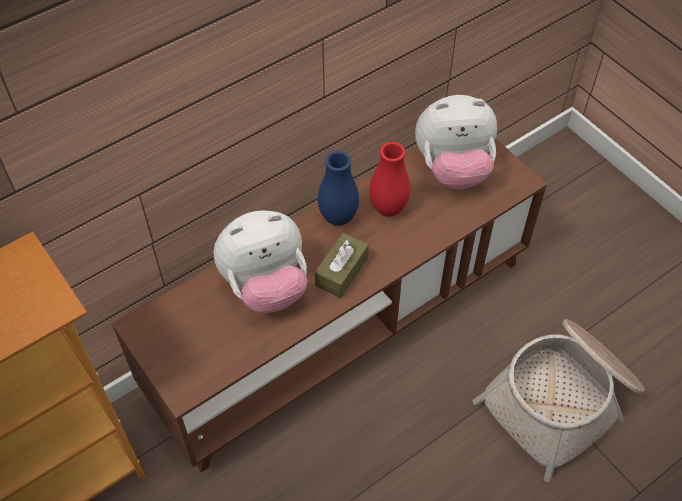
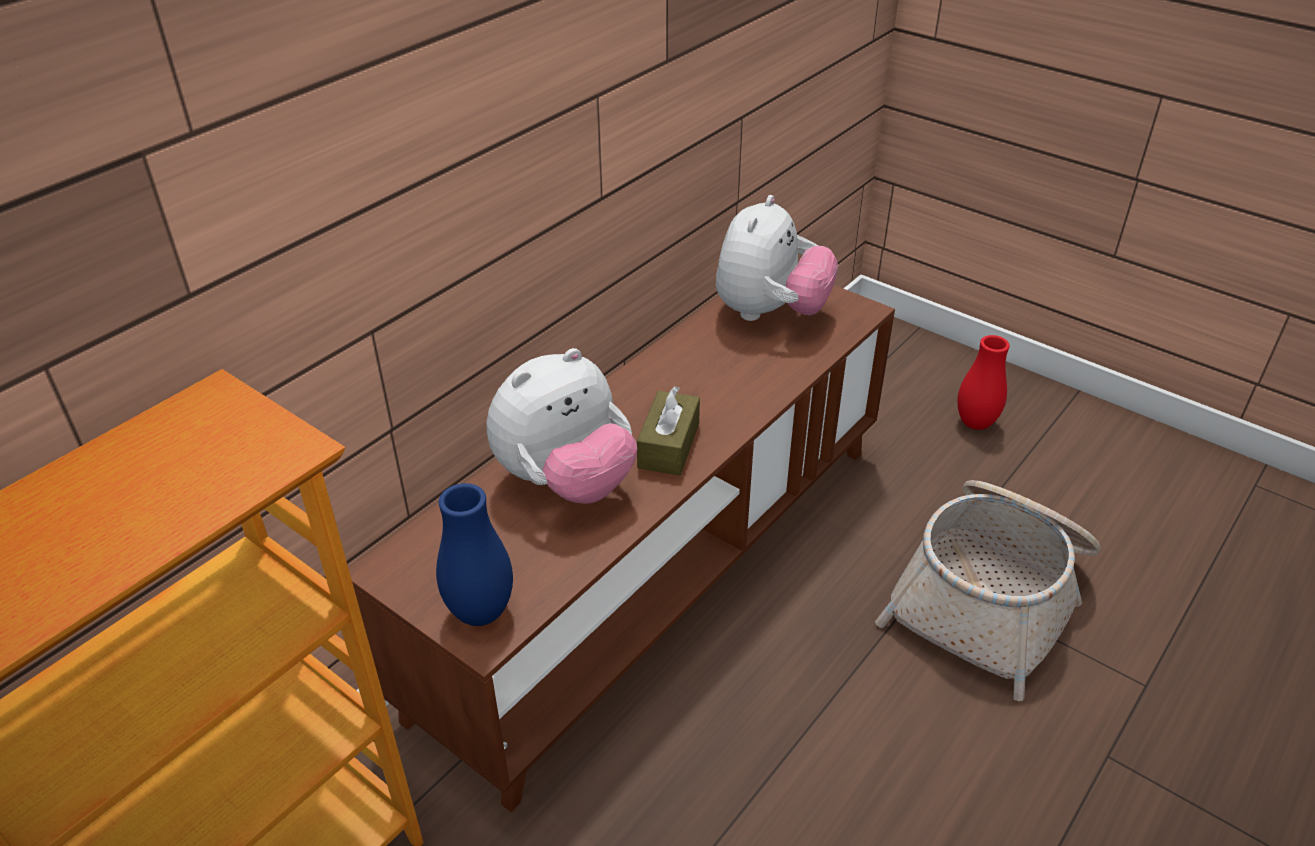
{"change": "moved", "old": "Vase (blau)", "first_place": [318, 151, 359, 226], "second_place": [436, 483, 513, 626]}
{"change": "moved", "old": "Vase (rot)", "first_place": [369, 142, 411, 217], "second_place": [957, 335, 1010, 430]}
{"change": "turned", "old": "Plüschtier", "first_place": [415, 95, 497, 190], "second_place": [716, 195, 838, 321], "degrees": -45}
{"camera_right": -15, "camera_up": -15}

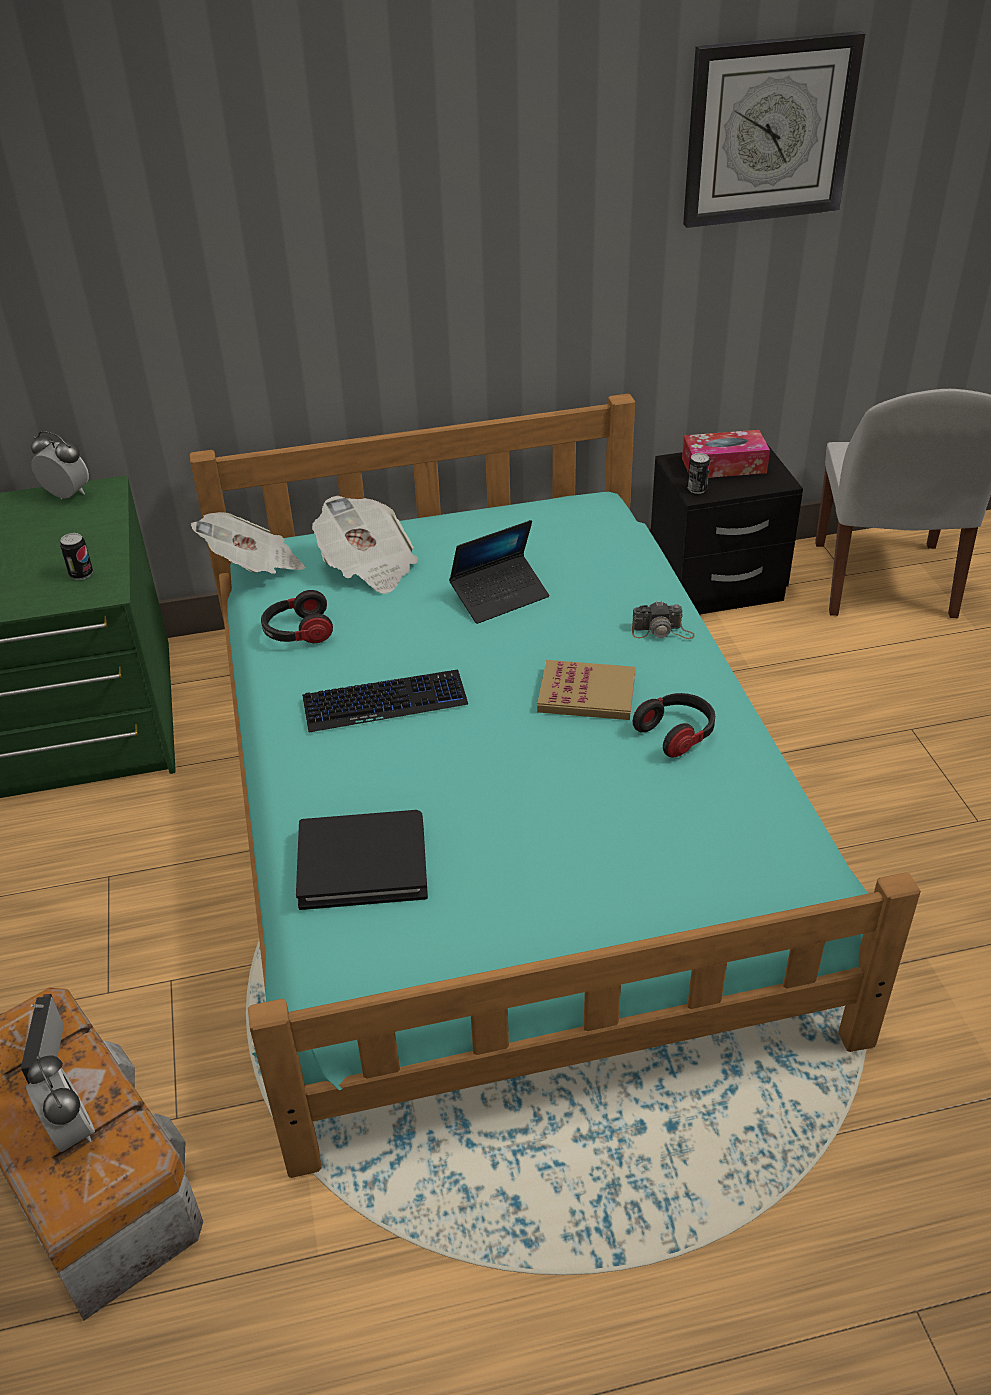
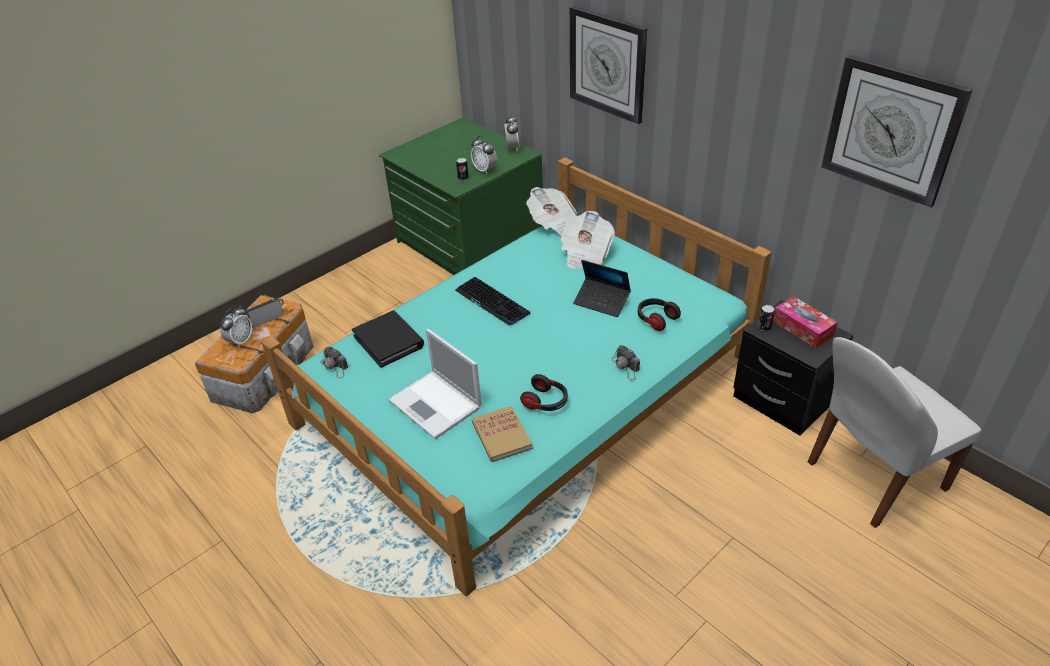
{"change": "added", "new": "Kamera", "second_place": [321, 347, 348, 378]}
{"change": "added", "new": "Laptop", "second_place": [388, 329, 482, 439]}
{"change": "added", "new": "Wecker", "second_place": [471, 136, 497, 174]}
{"change": "added", "new": "Wanduhr", "second_place": [570, 6, 647, 124]}
{"change": "moved", "old": "Kopfhörer", "first_place": [261, 590, 333, 643], "second_place": [638, 298, 681, 331]}
{"change": "moved", "old": "Buch", "first_place": [537, 660, 636, 720], "second_place": [472, 406, 533, 462]}
{"camera_right": 60, "camera_up": 0}

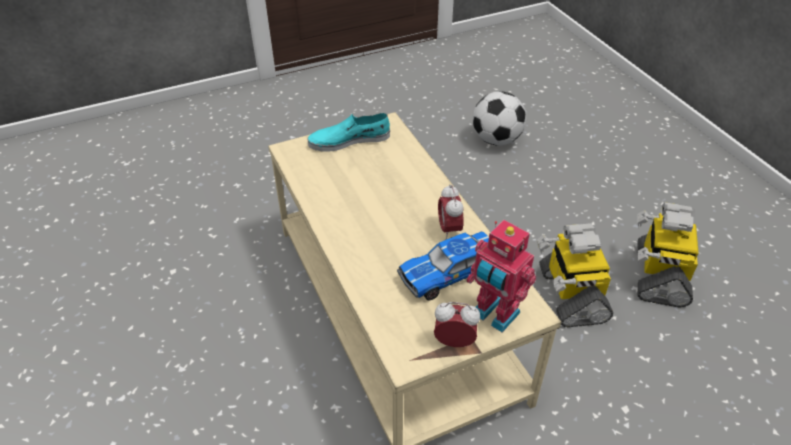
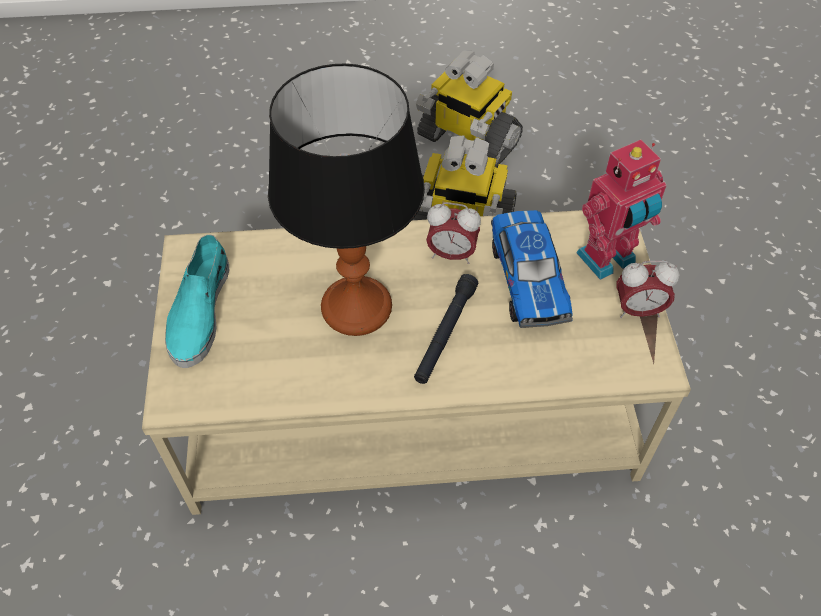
{"change": "removed", "old": "Fußball", "first_place": [473, 91, 526, 146]}
{"change": "added", "new": "Tischlampe", "second_place": [268, 64, 425, 336]}
{"change": "added", "new": "Taschenlampe (schwarz)", "second_place": [414, 274, 478, 384]}
{"change": "turned", "old": "Wecker", "first_place": [434, 302, 480, 347], "second_place": [617, 260, 679, 318], "degrees": -120}
{"camera_right": -70, "camera_up": 10}

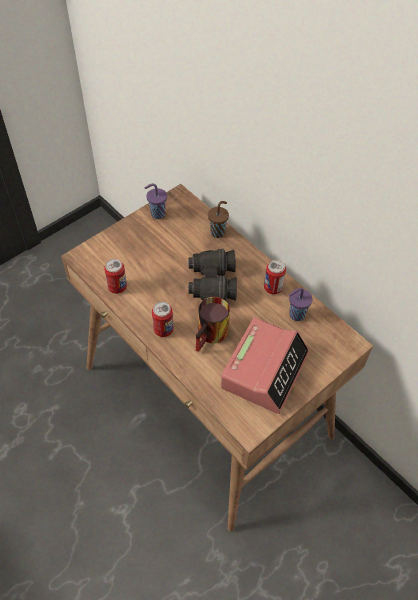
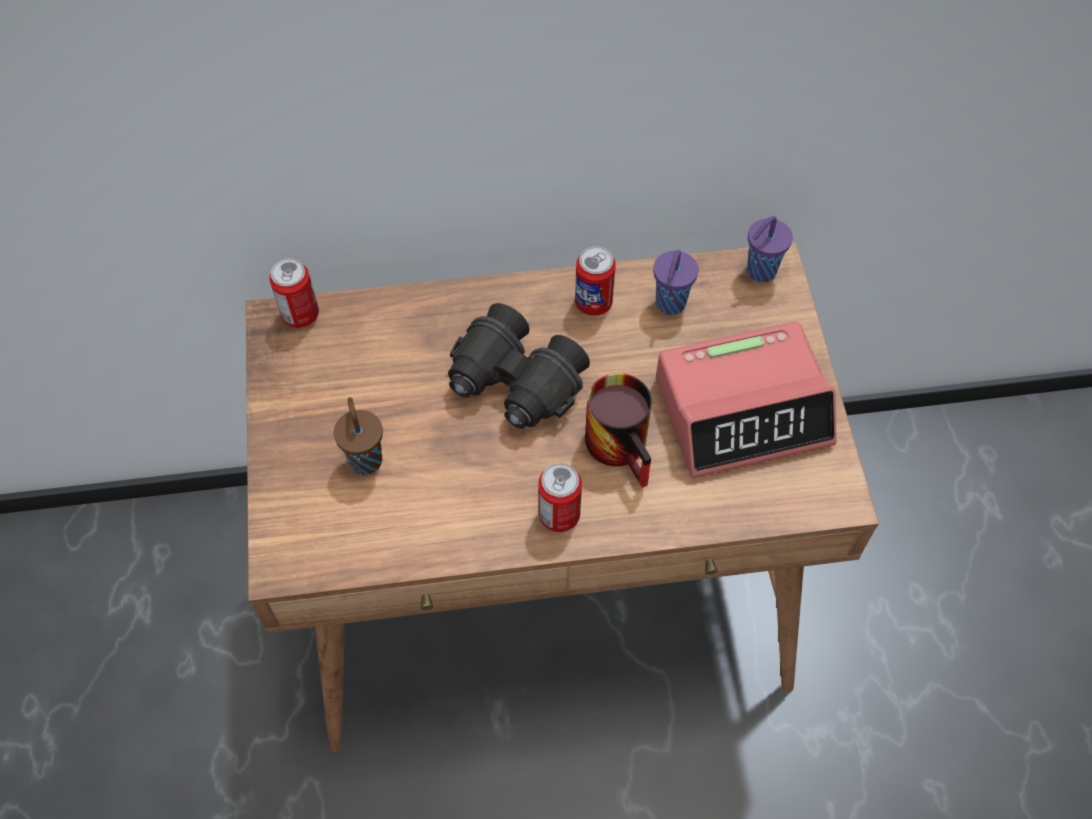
{"change": "moved", "old": "Dose", "first_place": [104, 259, 127, 294], "second_place": [269, 258, 319, 328]}
{"change": "moved", "old": "Tasse (lila)", "first_place": [145, 184, 167, 219], "second_place": [747, 216, 793, 282]}
{"change": "moved", "old": "Tasse (braun)", "first_place": [208, 201, 229, 238], "second_place": [334, 397, 383, 475]}
{"change": "turned", "old": "Wecker", "first_place": [221, 317, 309, 414], "second_place": [656, 322, 837, 478], "degrees": 105}
{"camera_right": -55, "camera_up": 5}

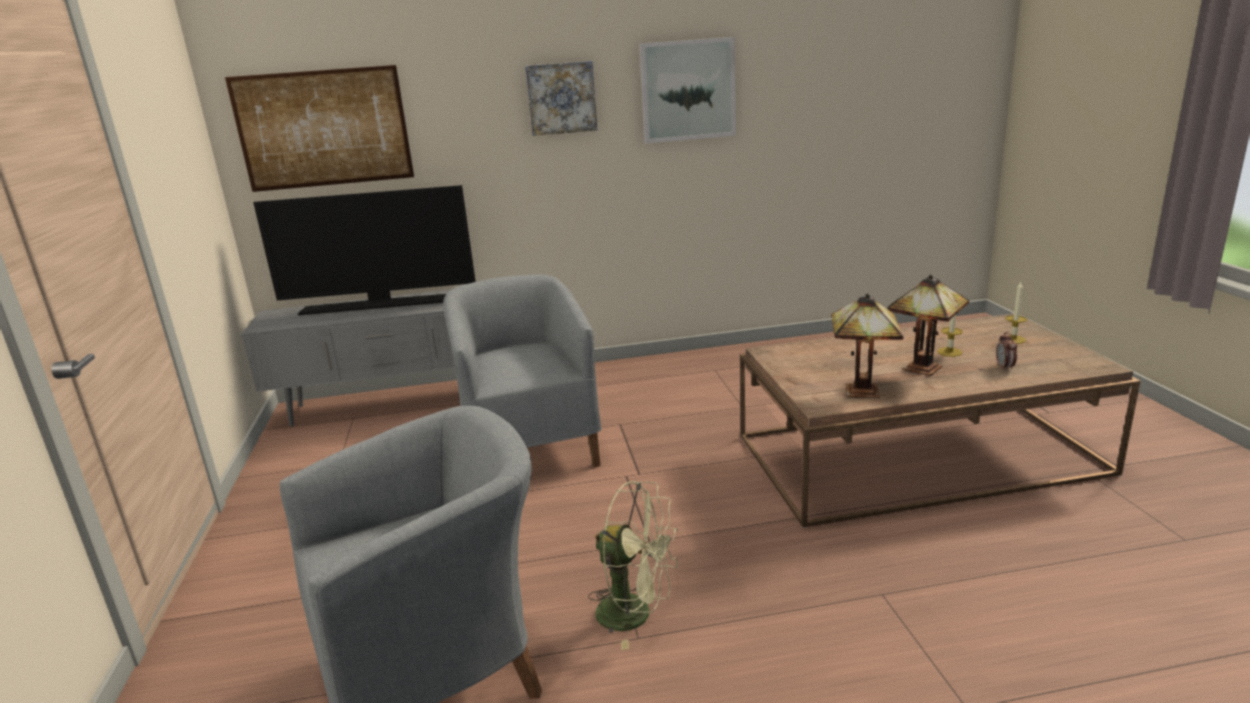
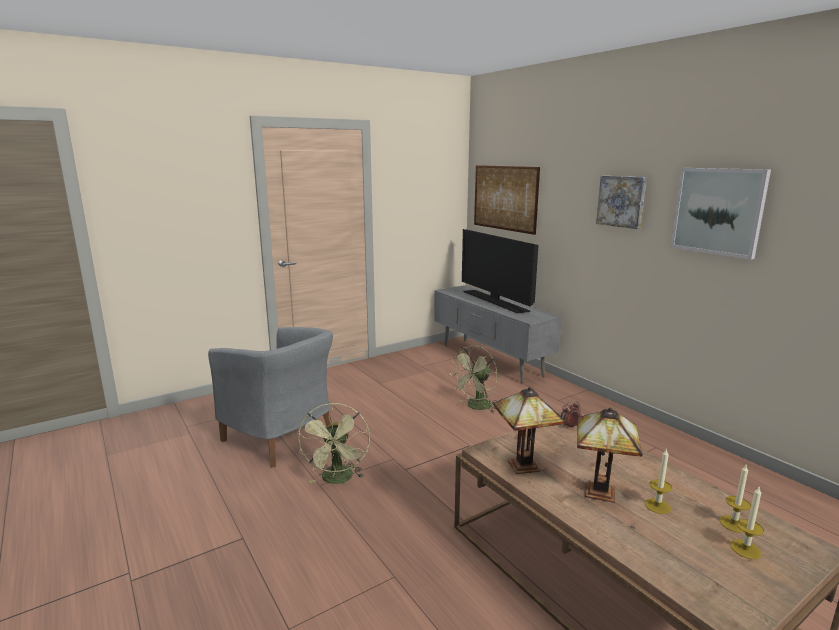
{"change": "added", "new": "Kerze", "second_place": [720, 465, 751, 533]}
{"change": "moved", "old": "Wecker", "first_place": [996, 332, 1017, 371], "second_place": [561, 400, 582, 428]}
{"change": "replaced", "old": "Sessel (grau)", "new": "Ventilator (grün)", "first_place": [443, 274, 602, 467], "second_place": [451, 345, 497, 413]}
{"camera_right": 65, "camera_up": -5}

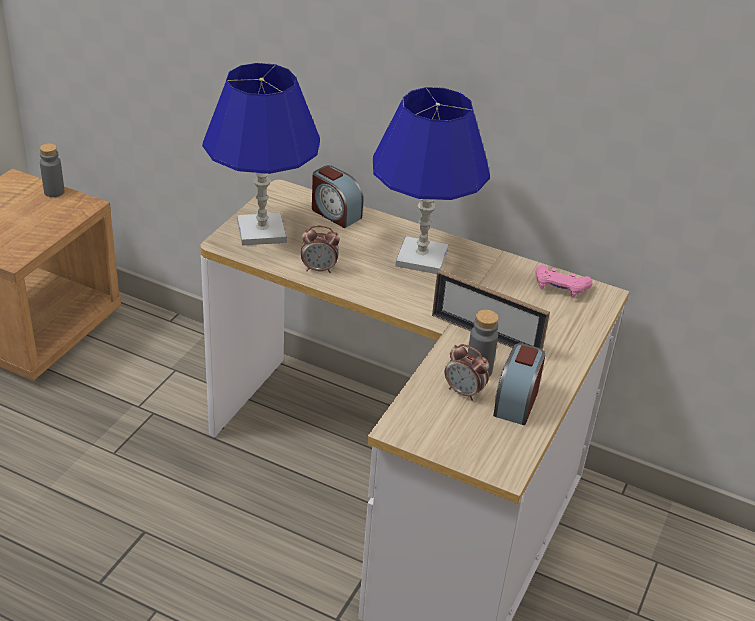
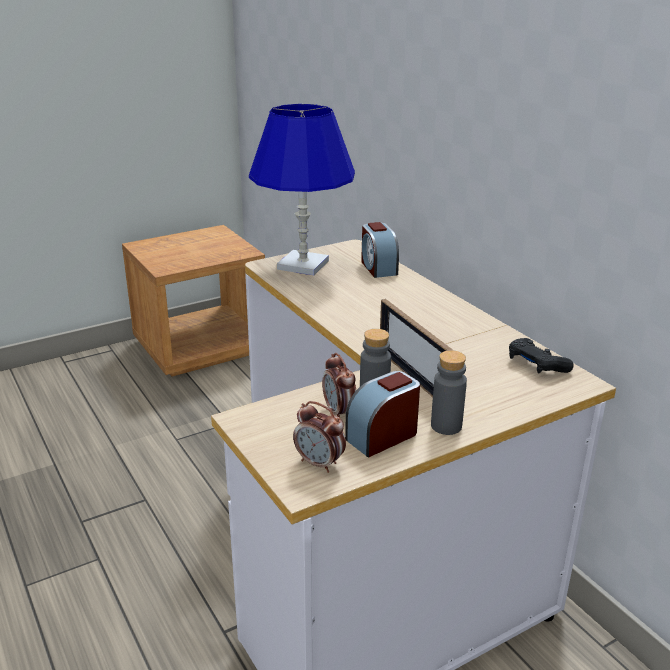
{"change": "removed", "old": "Tischlampe (blau)", "first_place": [373, 87, 490, 274]}
{"change": "moved", "old": "Flasche (grau)", "first_place": [40, 143, 65, 197], "second_place": [431, 350, 467, 435]}
{"change": "moved", "old": "Wecker", "first_place": [301, 225, 340, 273], "second_place": [293, 401, 346, 473]}
{"change": "recoloured", "old": "Gamepad (rosa)", "new": "Gamepad (schwarz)", "first_place": [535, 264, 593, 298], "second_place": [509, 338, 573, 373]}
{"camera_right": 35, "camera_up": -10}

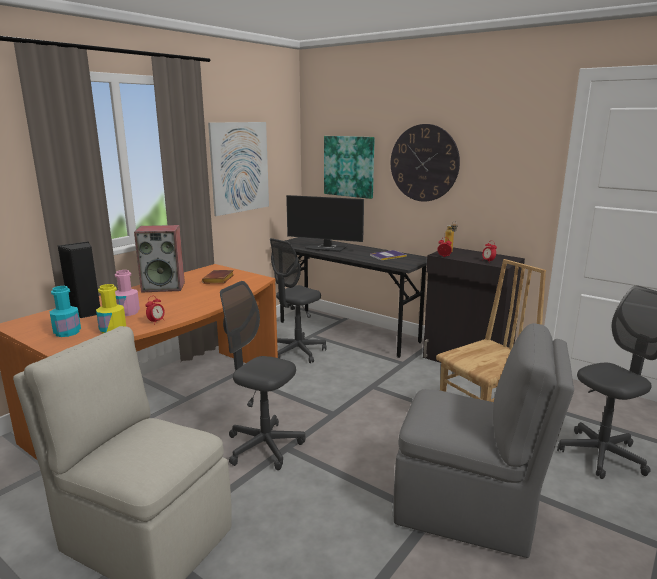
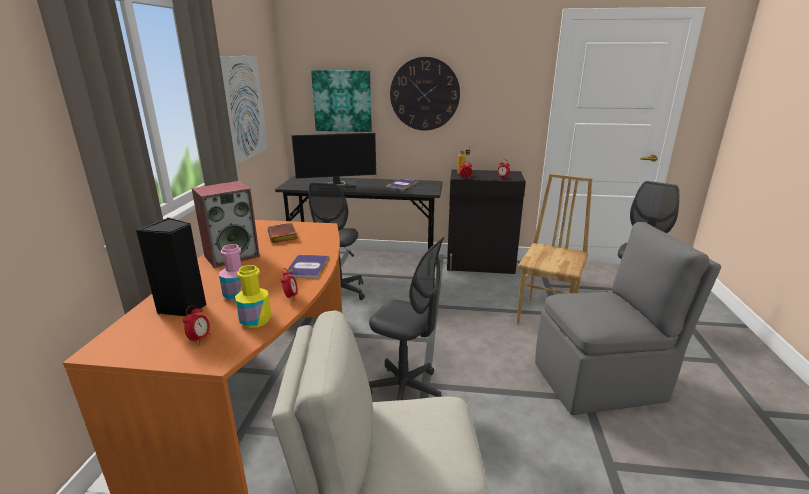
{"change": "added", "new": "Buch", "second_place": [287, 255, 329, 278]}
{"change": "replaced", "old": "Flasche (türkis)", "new": "Wecker", "first_place": [50, 286, 81, 337], "second_place": [183, 305, 211, 345]}
{"change": "turned", "old": "Bürostuhl (grau)", "first_place": [220, 281, 305, 470], "second_place": [369, 237, 444, 400], "degrees": -150}
{"camera_right": -30, "camera_up": 5}

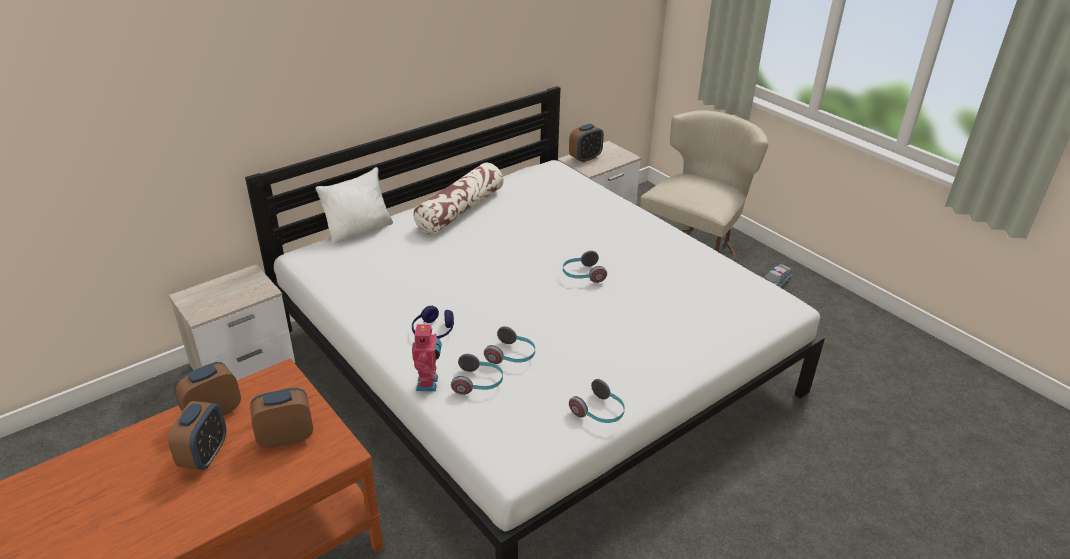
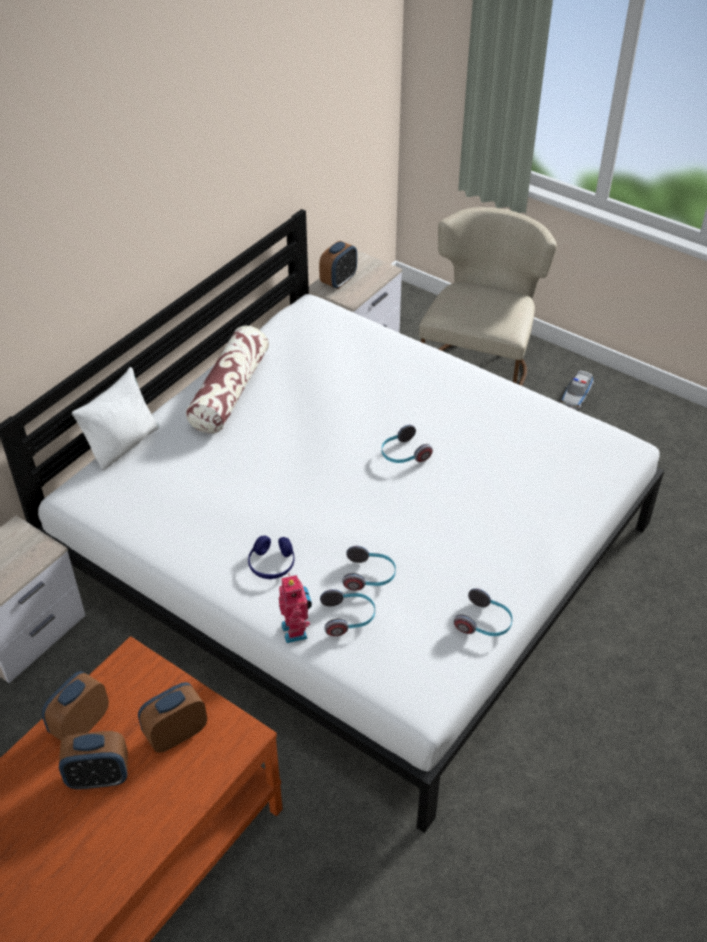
{"change": "turned", "old": "Wecker", "first_place": [168, 401, 226, 470], "second_place": [59, 731, 128, 789], "degrees": 90}
{"camera_right": -15, "camera_up": 10}

